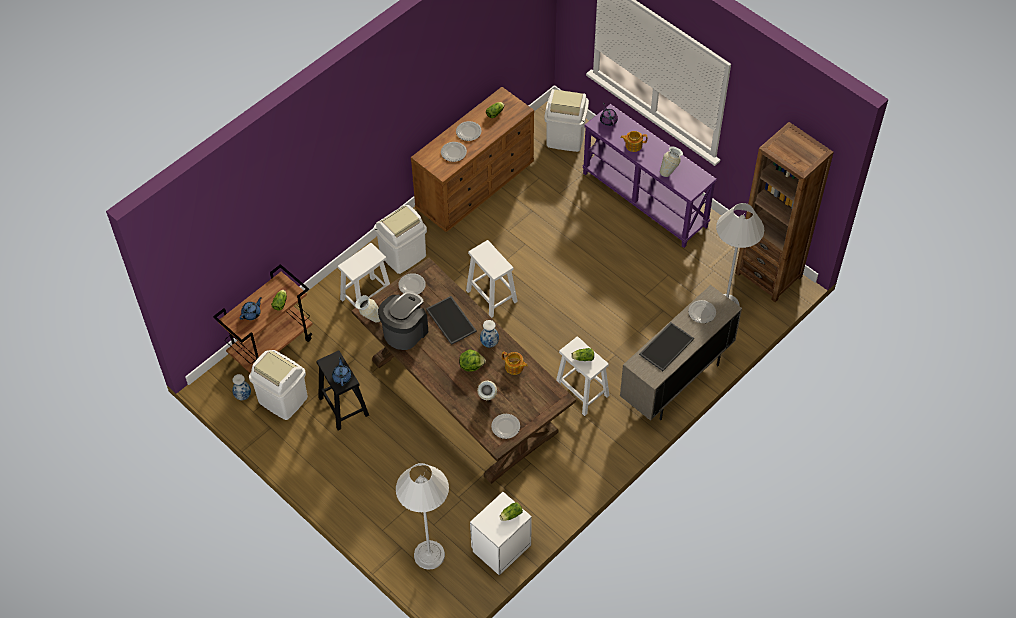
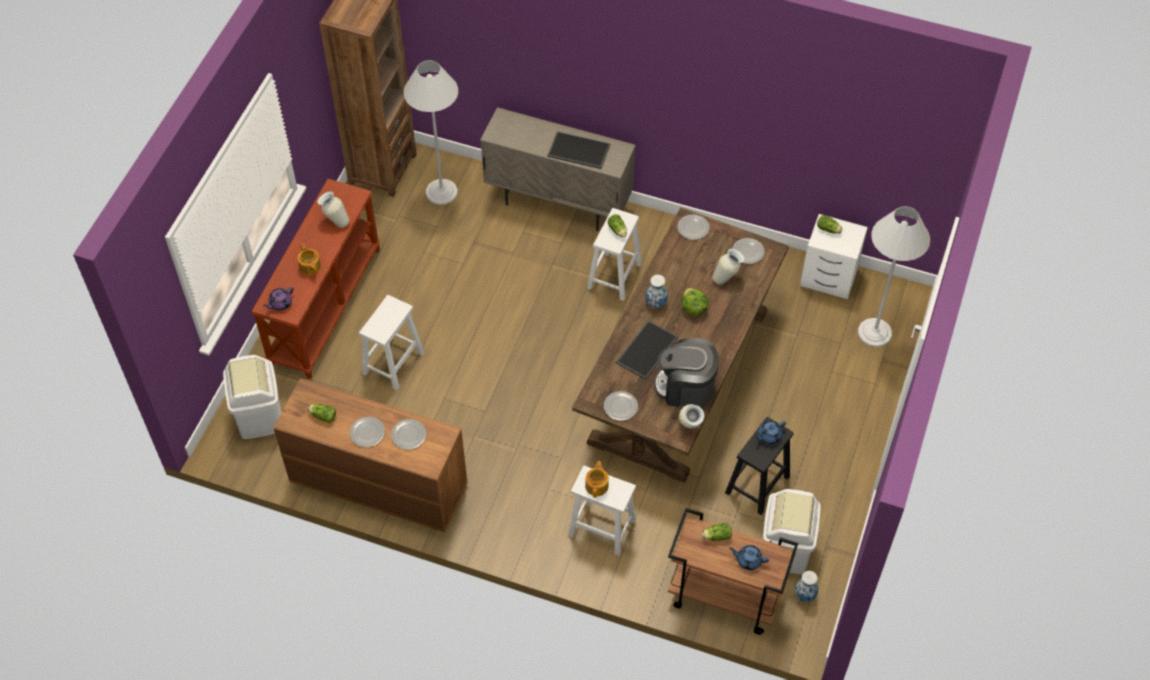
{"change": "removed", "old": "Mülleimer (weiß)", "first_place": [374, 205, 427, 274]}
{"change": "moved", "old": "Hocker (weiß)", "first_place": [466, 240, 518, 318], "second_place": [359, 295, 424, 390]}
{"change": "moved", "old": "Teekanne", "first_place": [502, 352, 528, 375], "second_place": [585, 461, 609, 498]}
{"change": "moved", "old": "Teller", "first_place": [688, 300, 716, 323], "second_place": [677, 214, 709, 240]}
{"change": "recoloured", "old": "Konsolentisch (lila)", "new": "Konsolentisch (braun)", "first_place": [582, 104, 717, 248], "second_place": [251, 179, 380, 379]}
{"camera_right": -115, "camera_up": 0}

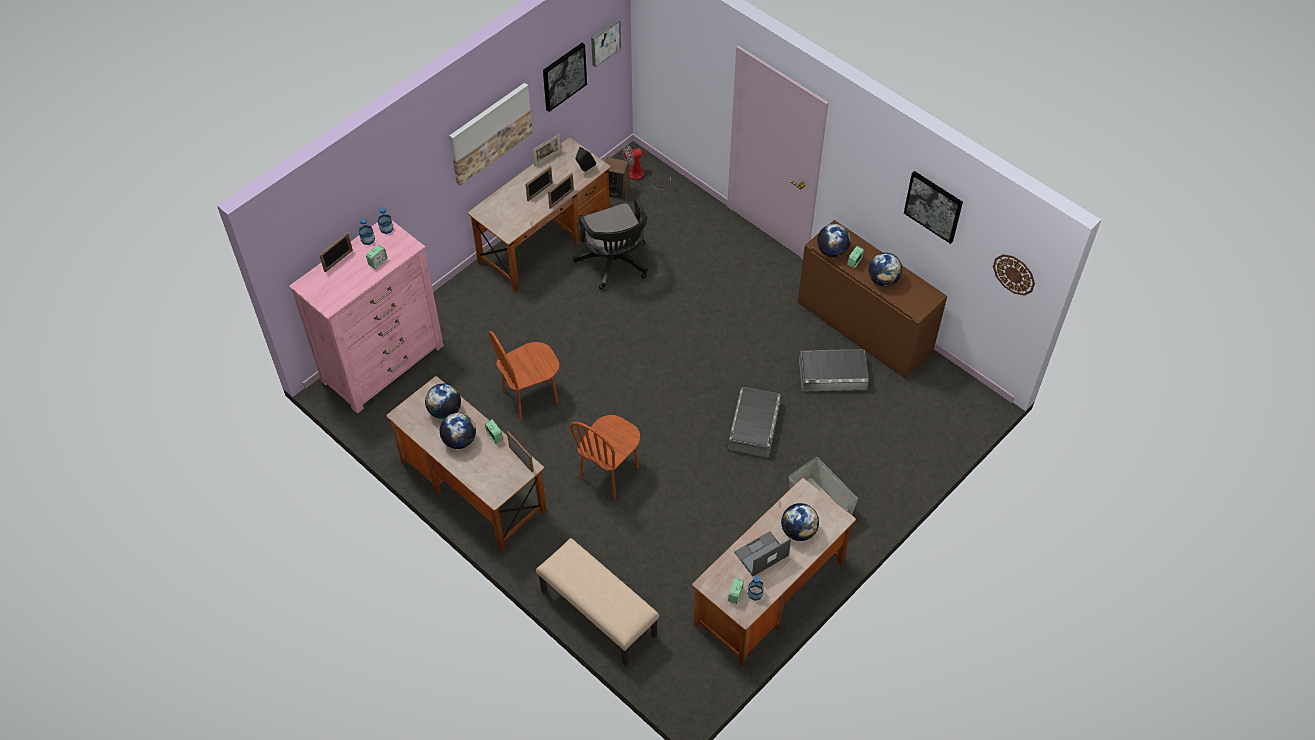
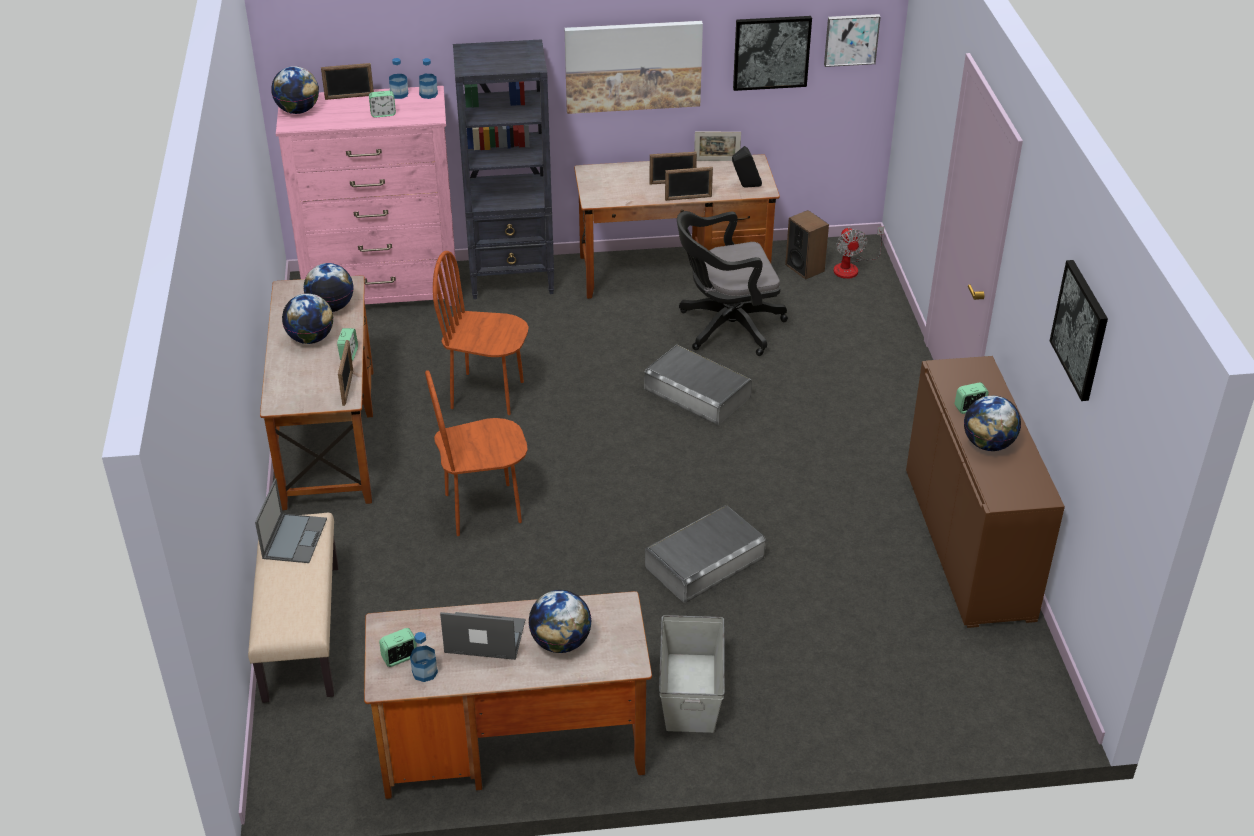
{"change": "removed", "old": "Wanduhr", "first_place": [993, 254, 1035, 296]}
{"change": "added", "new": "Laptop", "second_place": [255, 479, 327, 563]}
{"change": "added", "new": "Bücherregal (schwarz)", "second_place": [453, 39, 554, 299]}
{"change": "moved", "old": "Aufbewahrungsbox (grau)", "first_place": [799, 349, 869, 392], "second_place": [644, 345, 752, 425]}
{"change": "moved", "old": "Globus", "first_place": [817, 224, 851, 257], "second_place": [271, 66, 319, 114]}
{"change": "turned", "old": "Bürostuhl (schwarz)", "first_place": [573, 197, 648, 290], "second_place": [677, 211, 788, 356], "degrees": 60}
{"change": "turned", "old": "Ventilator", "first_place": [623, 145, 671, 190], "second_place": [833, 226, 884, 279], "degrees": -120}
{"camera_right": 40, "camera_up": -15}

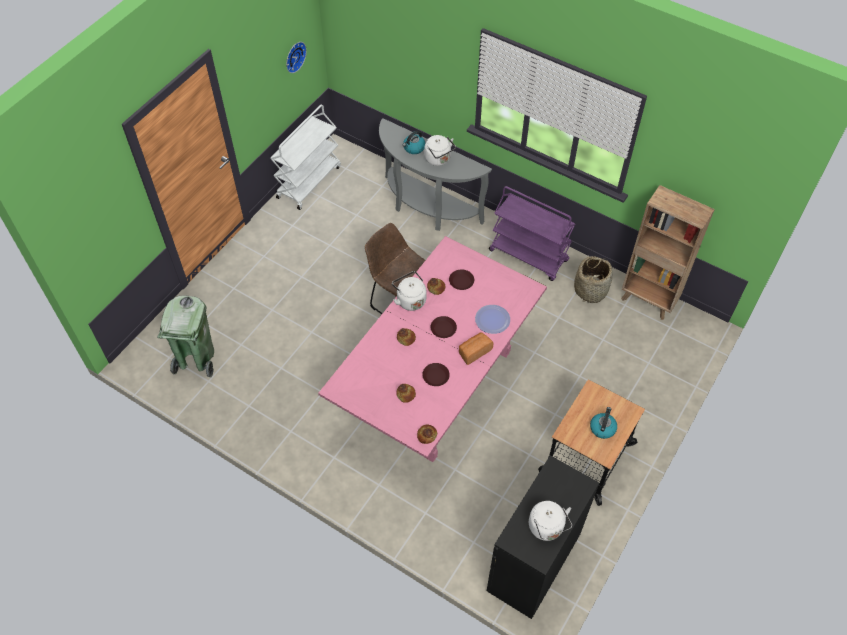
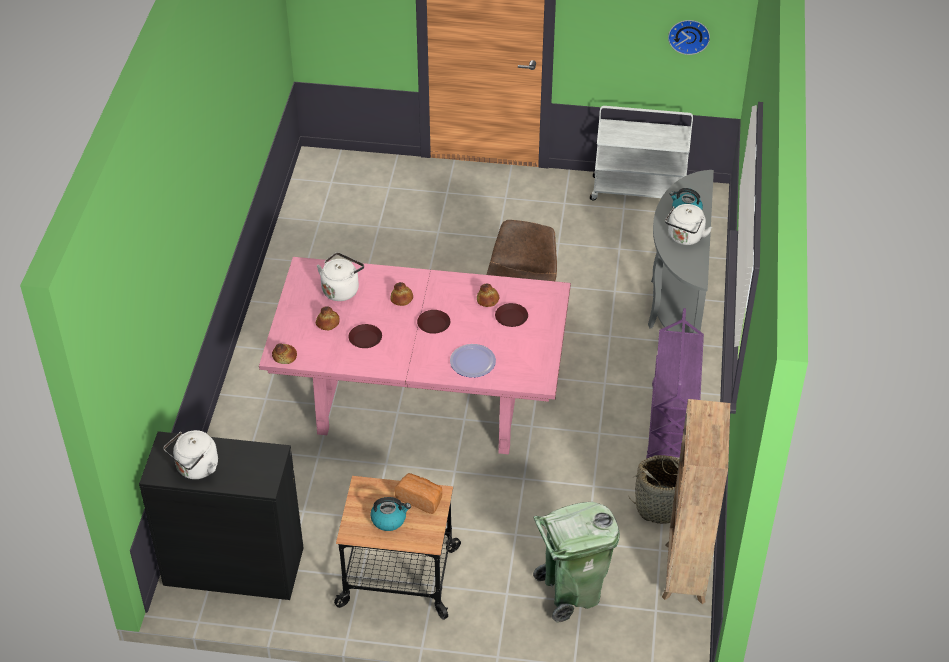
{"change": "moved", "old": "Mülleimer (grün)", "first_place": [157, 296, 214, 378], "second_place": [533, 502, 620, 623]}
{"change": "moved", "old": "Wasserkessel (weiß)", "first_place": [392, 271, 427, 311], "second_place": [317, 252, 364, 301]}
{"change": "moved", "old": "Brot", "first_place": [459, 333, 493, 365], "second_place": [395, 473, 442, 514]}
{"camera_right": 65, "camera_up": -10}

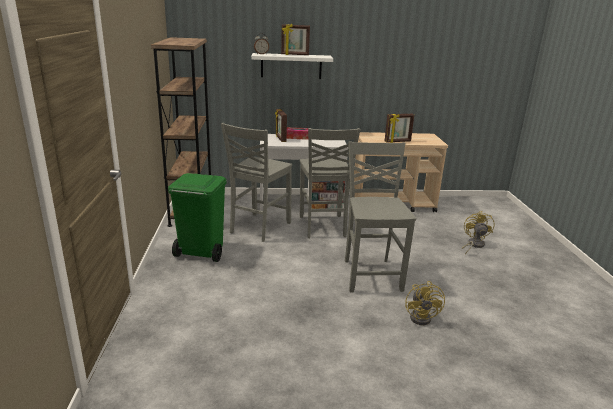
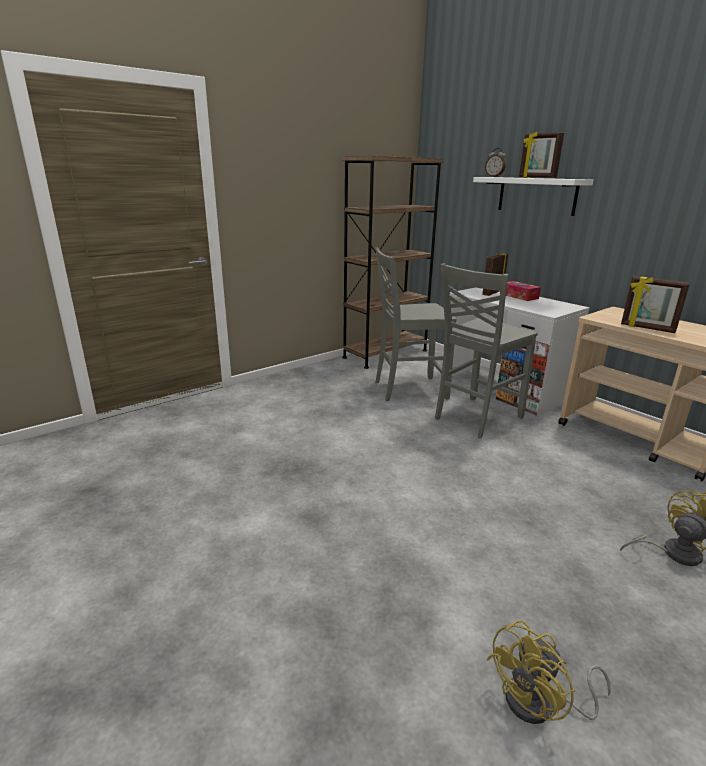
{"change": "removed", "old": "Mülleimer (grün)", "first_place": [168, 173, 227, 262]}
{"change": "removed", "old": "Stuhl (grau)", "first_place": [345, 141, 416, 292]}
{"change": "moved", "old": "Ventilator (gelb)", "first_place": [405, 281, 445, 325], "second_place": [486, 620, 611, 724]}
{"camera_right": 55, "camera_up": 0}

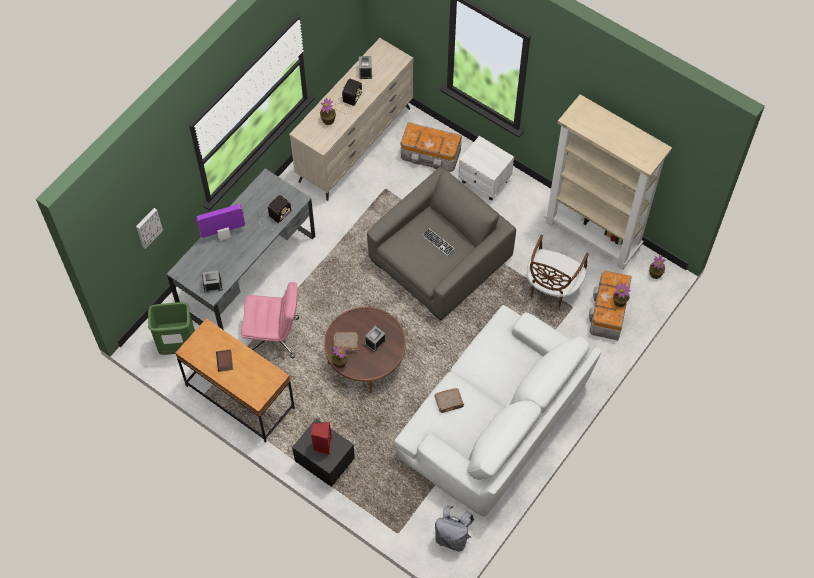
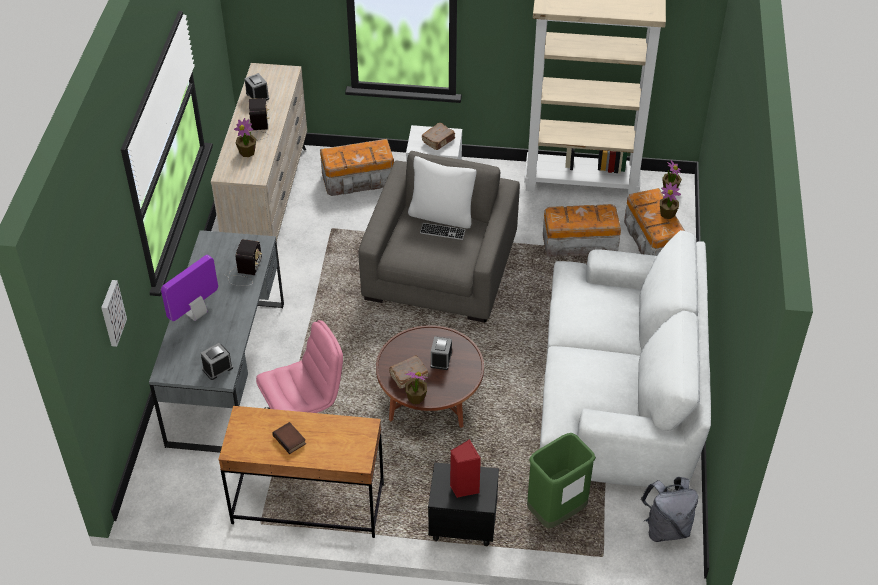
{"change": "added", "new": "Kissen (weiß)", "second_place": [408, 156, 477, 228]}
{"change": "moved", "old": "Mülleimer (grün)", "first_place": [148, 302, 195, 355], "second_place": [527, 433, 596, 528]}
{"change": "moved", "old": "Buch (braun)", "first_place": [435, 388, 464, 413], "second_place": [422, 123, 455, 150]}
{"change": "replaced", "old": "Stuhl (braun)", "new": "Aufbewahrungsbox", "first_place": [527, 235, 589, 308], "second_place": [543, 204, 621, 257]}
{"camera_right": -30, "camera_up": -15}

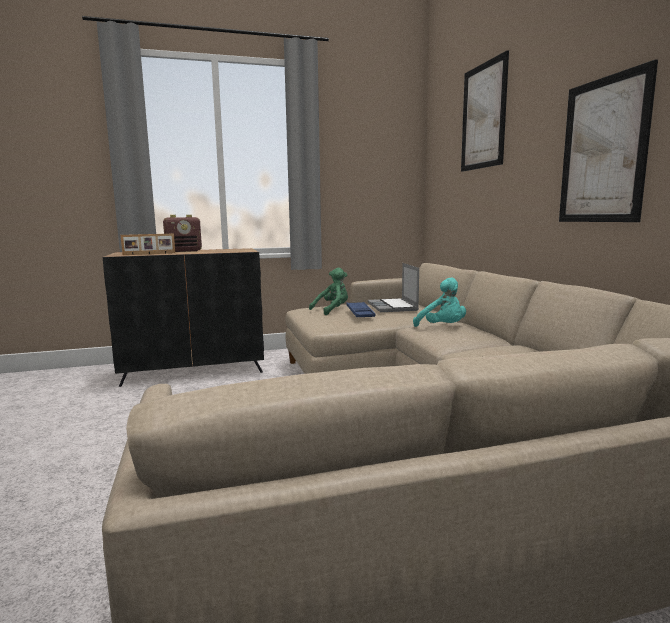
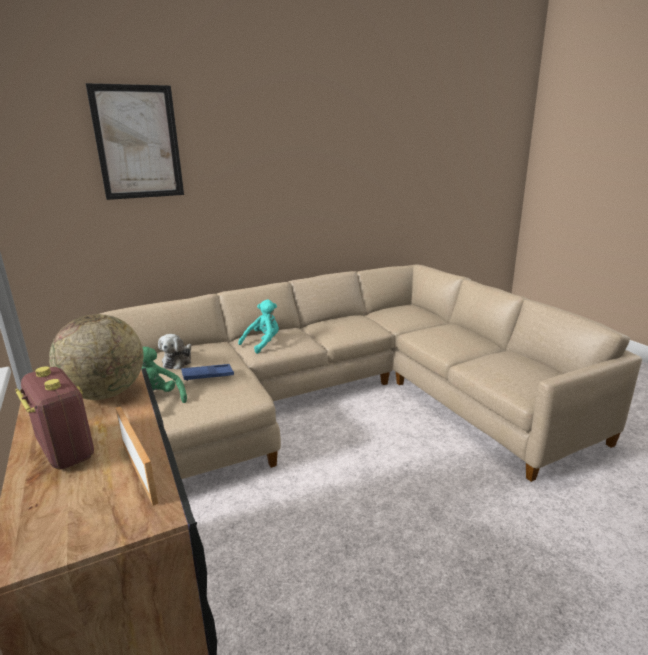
{"change": "removed", "old": "Bild", "first_place": [559, 59, 658, 222]}
{"change": "added", "new": "Globus", "second_place": [49, 314, 144, 400]}
{"change": "replaced", "old": "Laptop", "new": "Plüschtier", "first_place": [368, 263, 419, 312], "second_place": [158, 334, 191, 369]}
{"camera_right": -100, "camera_up": 10}

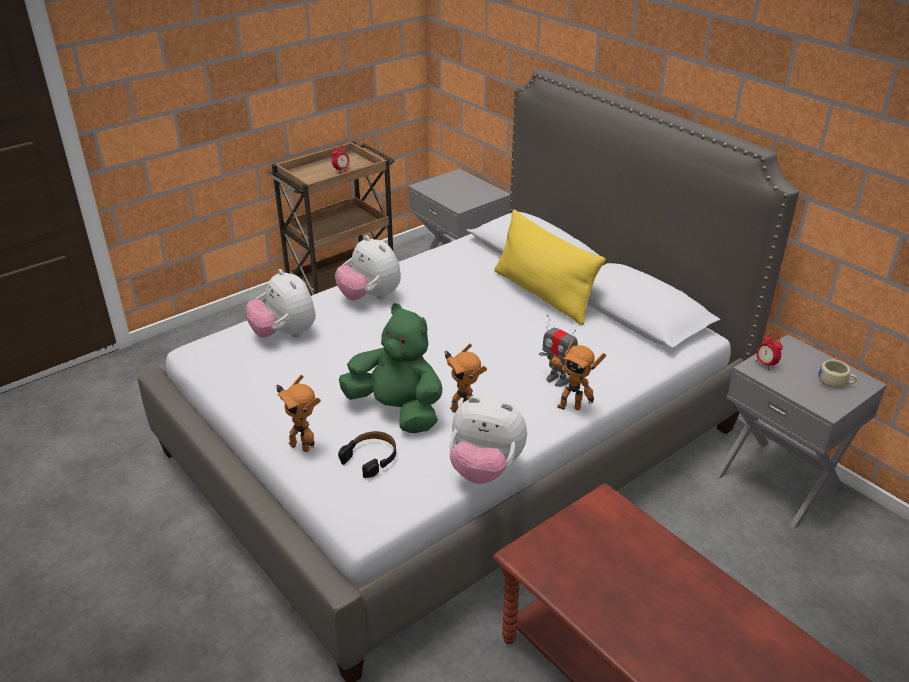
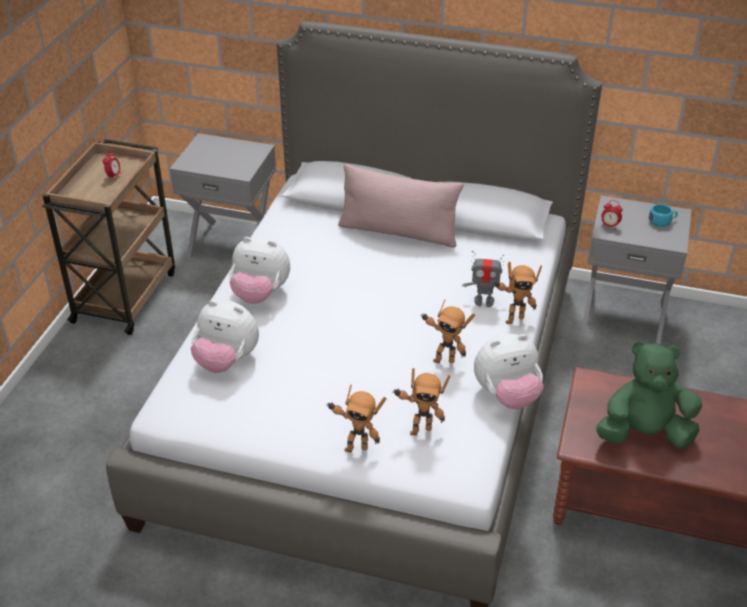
{"change": "moved", "old": "Plüschtier (grün)", "first_place": [339, 303, 442, 433], "second_place": [596, 341, 702, 449]}
{"change": "replaced", "old": "Kopfhörer (schwarz)", "new": "Spielzeugroboter", "first_place": [338, 431, 396, 478], "second_place": [392, 368, 450, 435]}
{"change": "recoloured", "old": "Kissen (gelb)", "new": "Kissen (rosa)", "first_place": [494, 210, 606, 325], "second_place": [338, 164, 464, 248]}
{"change": "recoloured", "old": "Tasse (beige)", "new": "Tasse (türkis)", "first_place": [818, 360, 857, 388], "second_place": [649, 204, 678, 227]}
{"camera_right": -35, "camera_up": 5}

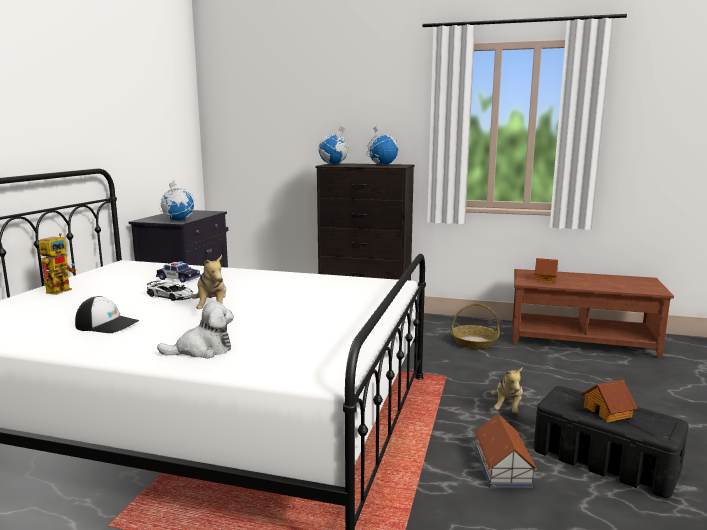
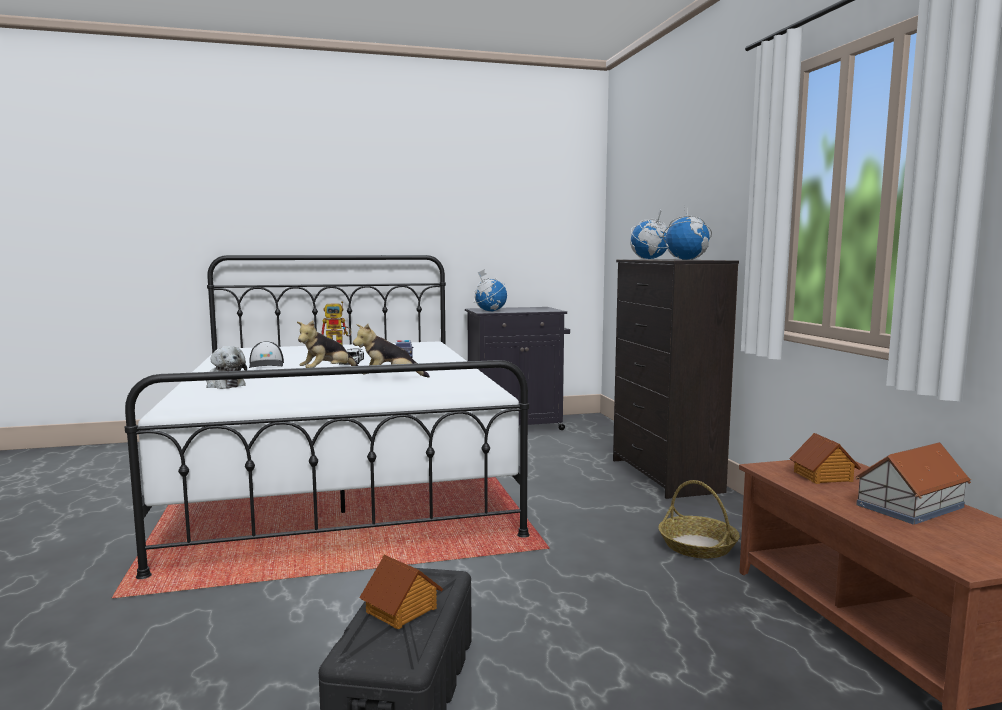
{"change": "moved", "old": "Spielzeughaus", "first_place": [475, 414, 537, 488], "second_place": [855, 442, 971, 525]}
{"change": "moved", "old": "Plüschtier", "first_place": [491, 367, 523, 414], "second_place": [353, 324, 430, 377]}
{"camera_right": 60, "camera_up": -5}

